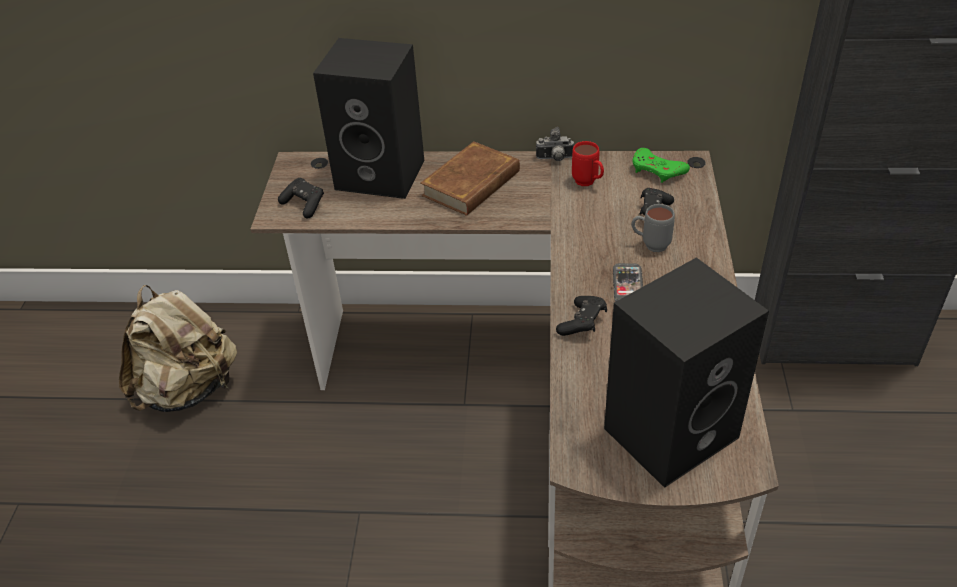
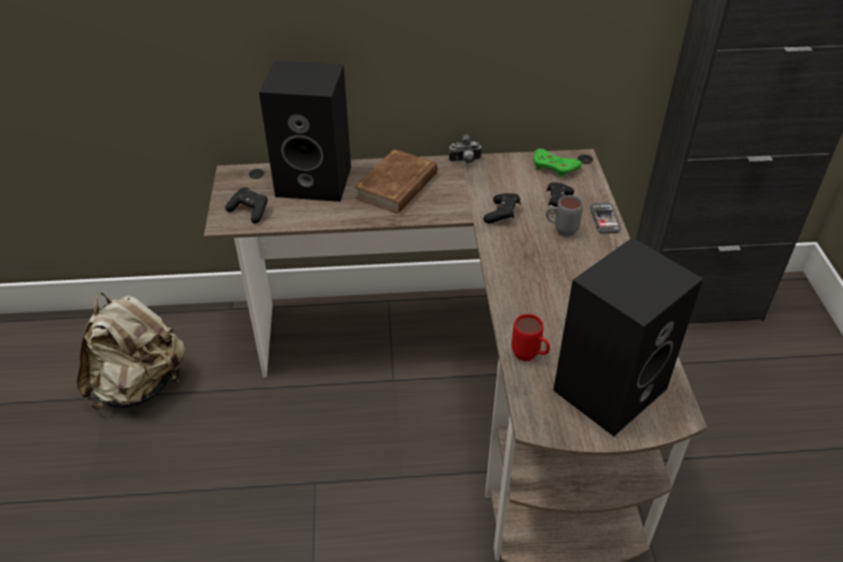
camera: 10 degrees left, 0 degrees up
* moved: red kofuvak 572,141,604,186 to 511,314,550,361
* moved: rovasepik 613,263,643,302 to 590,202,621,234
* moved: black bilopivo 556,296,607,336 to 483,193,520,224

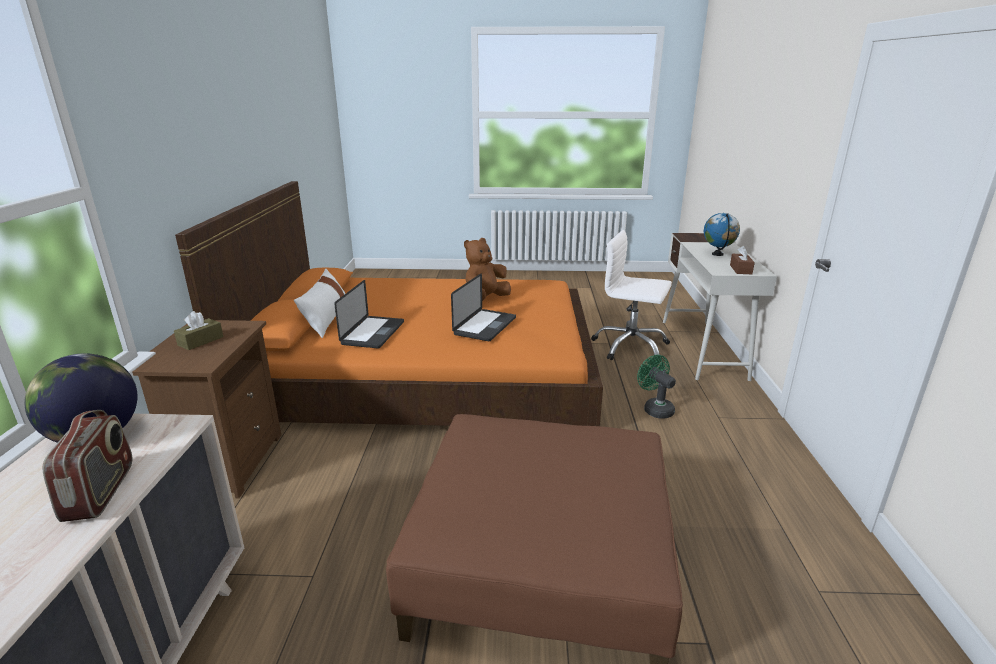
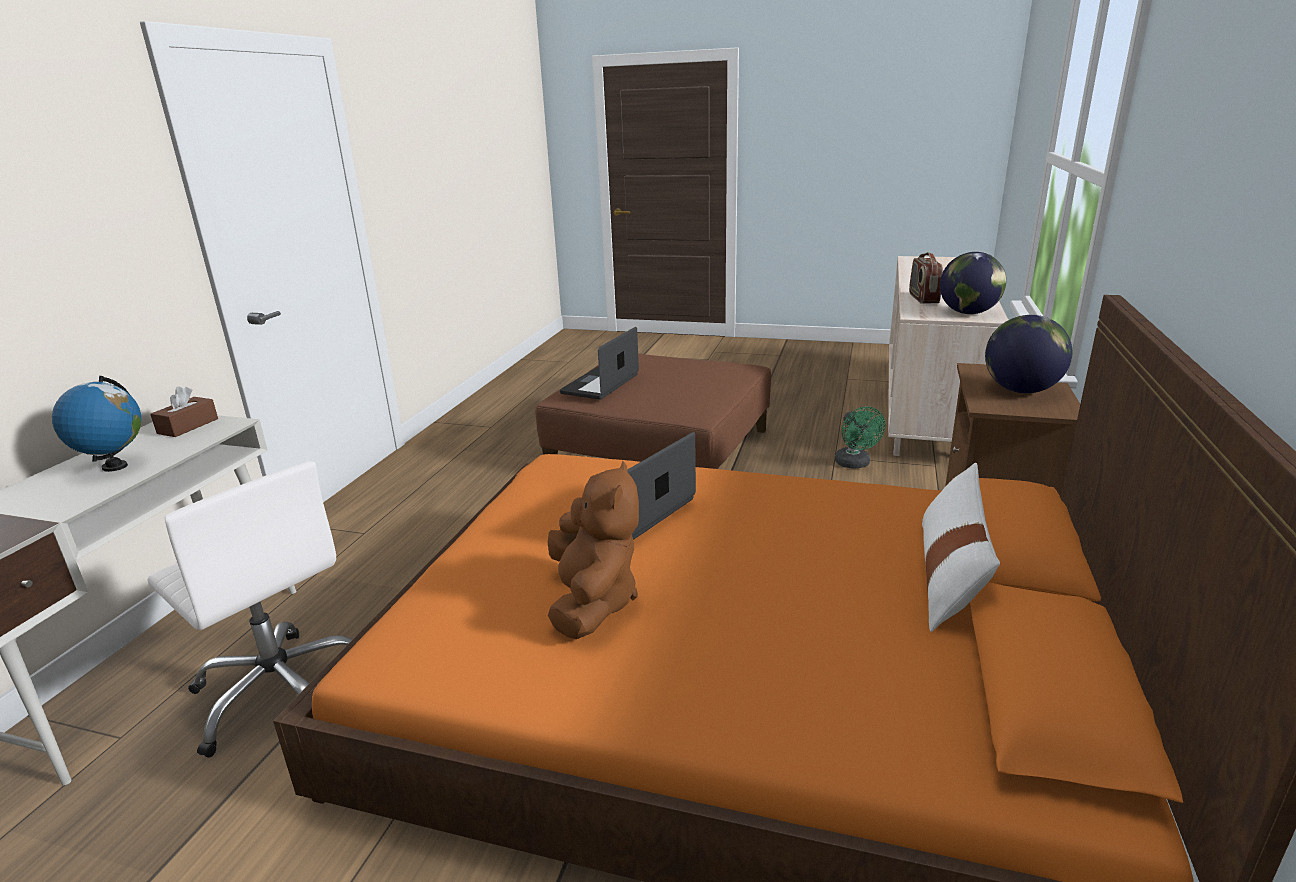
camera: 165 degrees left, 0 degrees up
* turned: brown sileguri 464,238,511,301 = 548,460,639,639 60 degrees counterclockwise
* moved: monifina 334,280,404,348 to 560,327,639,400
* replaced: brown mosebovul 174,311,223,350 to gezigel 985,315,1072,393
* moved: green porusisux 637,355,676,419 to 835,407,885,469

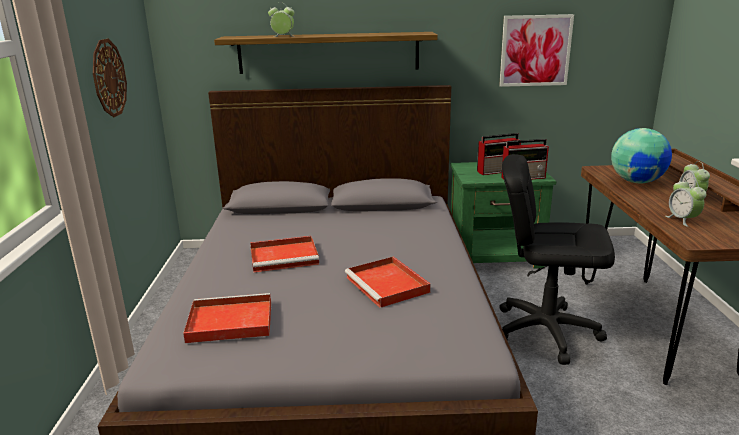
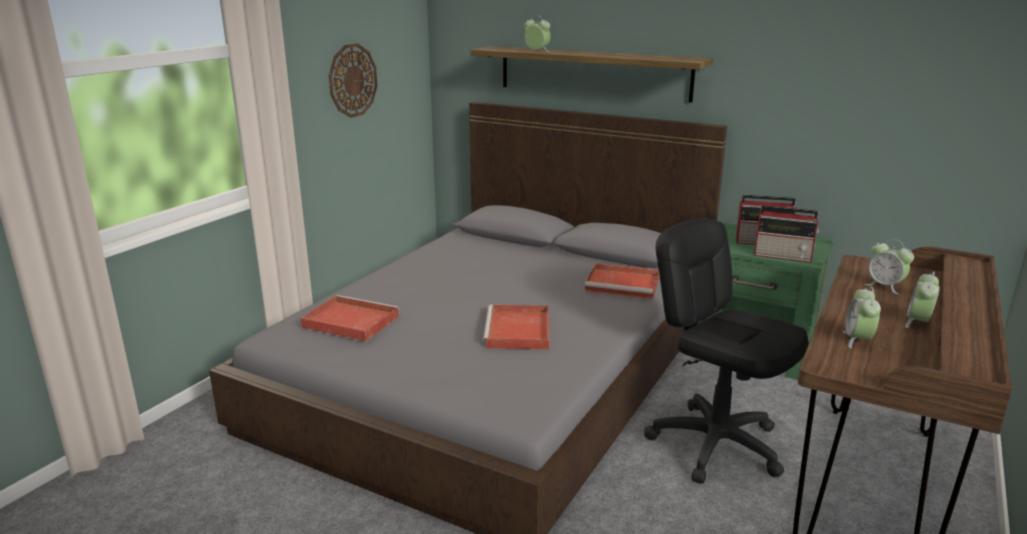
camera: 30 degrees right, 0 degrees up
* removed: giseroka 499,14,574,87
* replaced: gezigel 611,128,672,183 to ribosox 864,239,914,294
* moved: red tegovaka 250,236,319,273 to 585,263,659,299

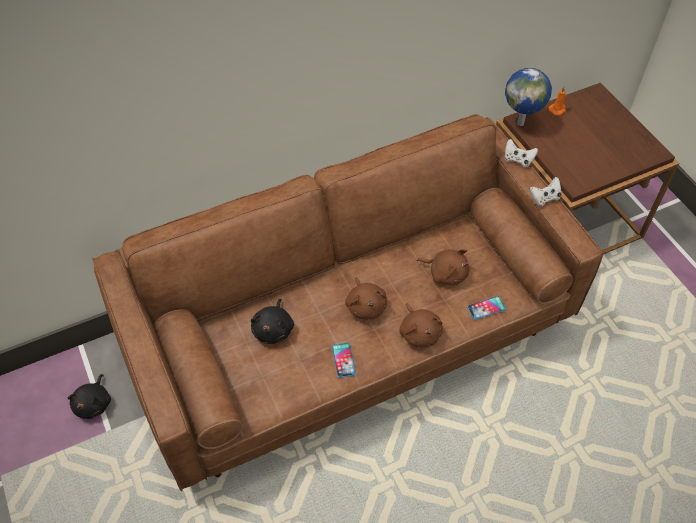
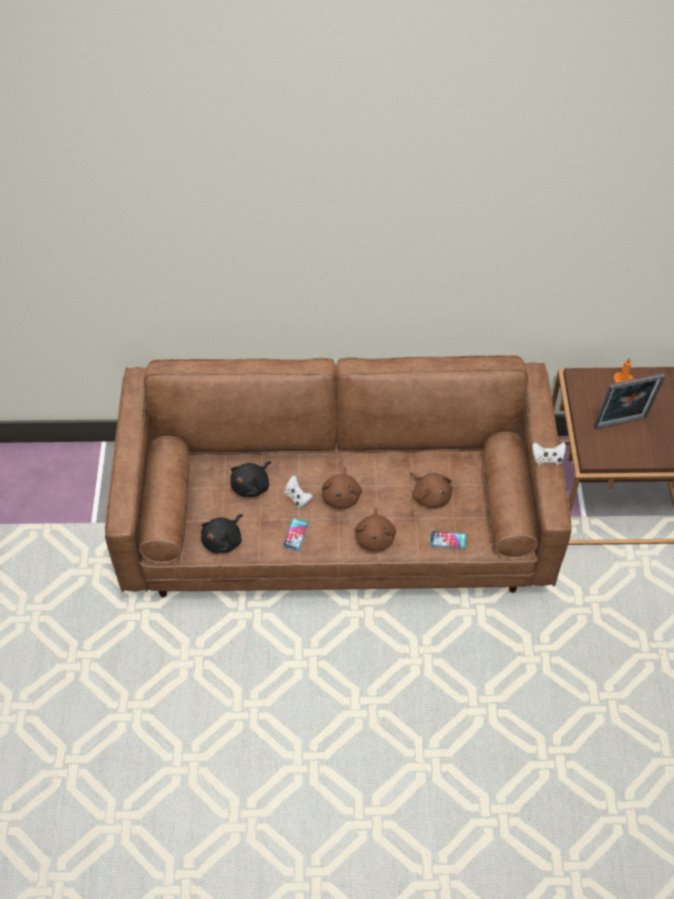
camera: 25 degrees right, 0 degrees up
* removed: gezigel 505,68,552,126
* moved: white bilopivo 505,139,538,167 to 284,475,314,509
* moved: black sileguri 68,374,111,419 to 201,514,243,553
* added: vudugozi 593,373,665,430

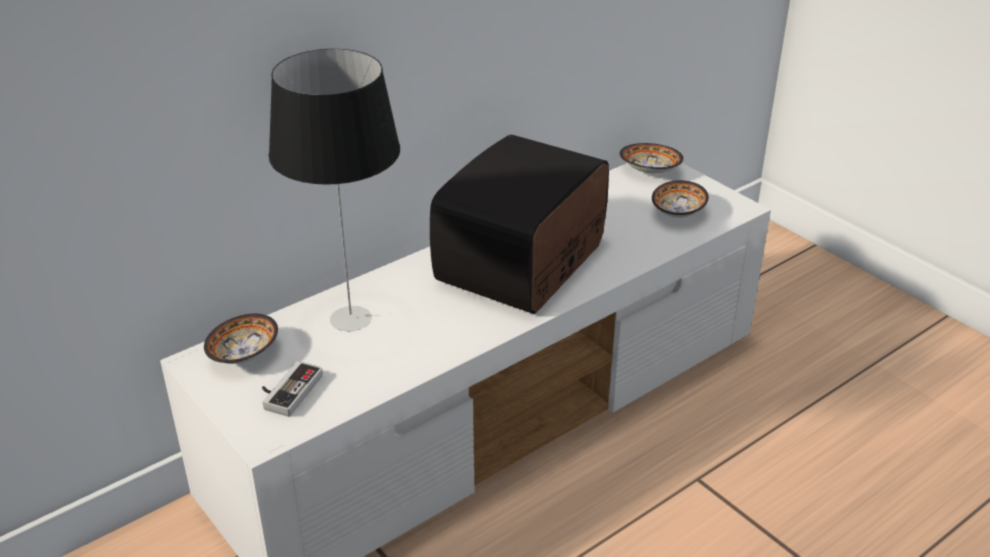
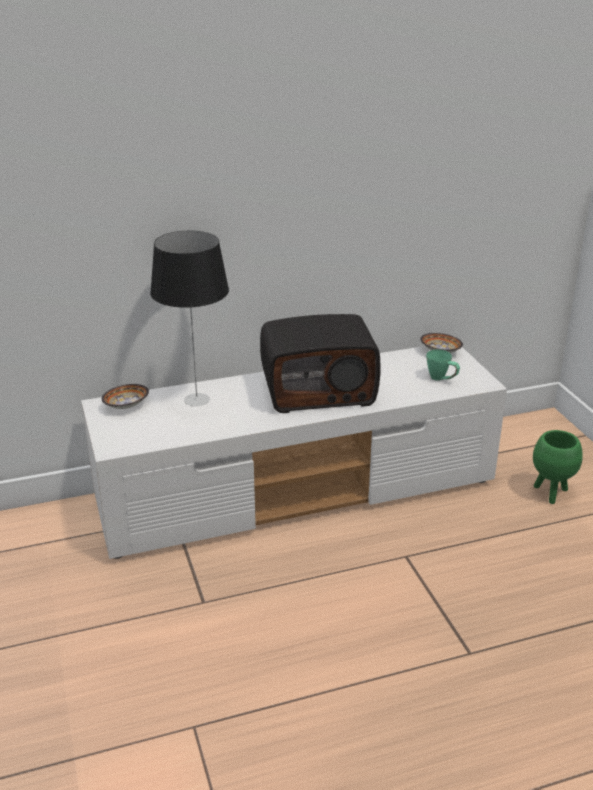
camera: 20 degrees right, 5 degrees down
* turned: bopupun 430,135,609,314 = 260,314,380,413 150 degrees counterclockwise
* replaced: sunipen 652,180,709,218 to green kofuvak 426,349,460,381
* removed: bilopivo 262,361,323,417
* added: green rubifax 533,430,583,504

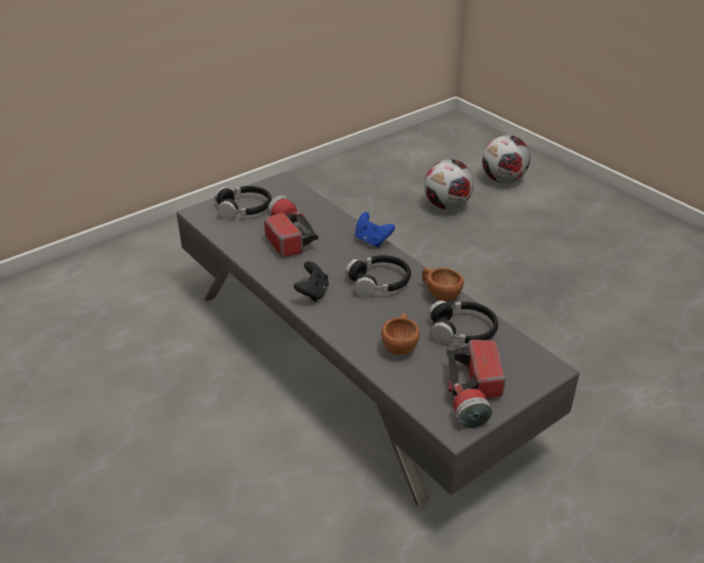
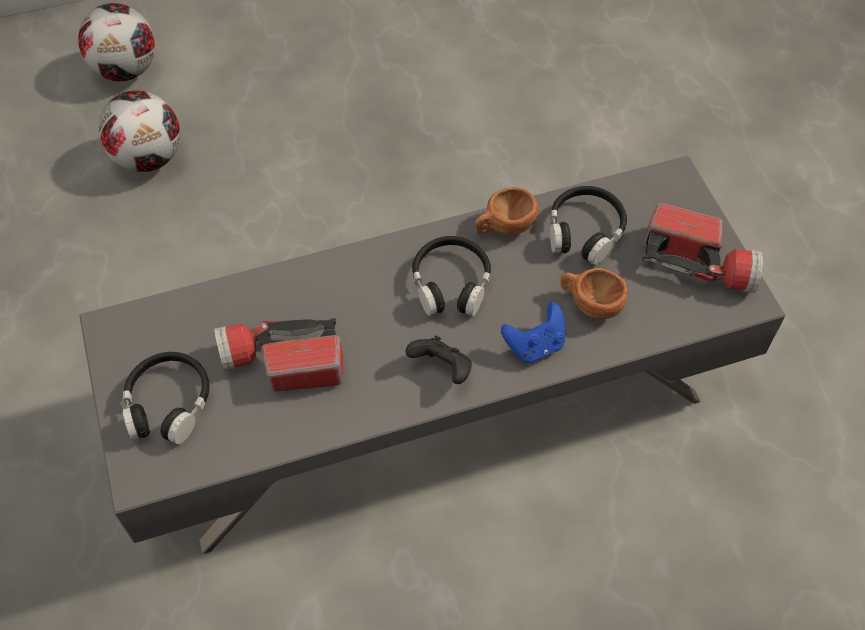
camera: 70 degrees left, 20 degrees up
* moved: blue bilopivo 355,212,395,248 to 501,302,565,363

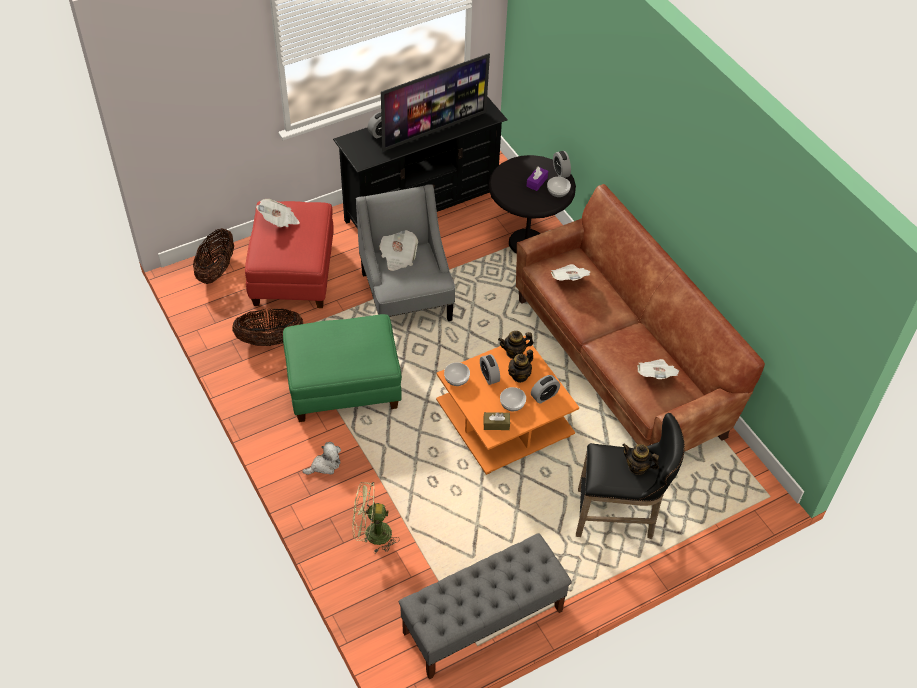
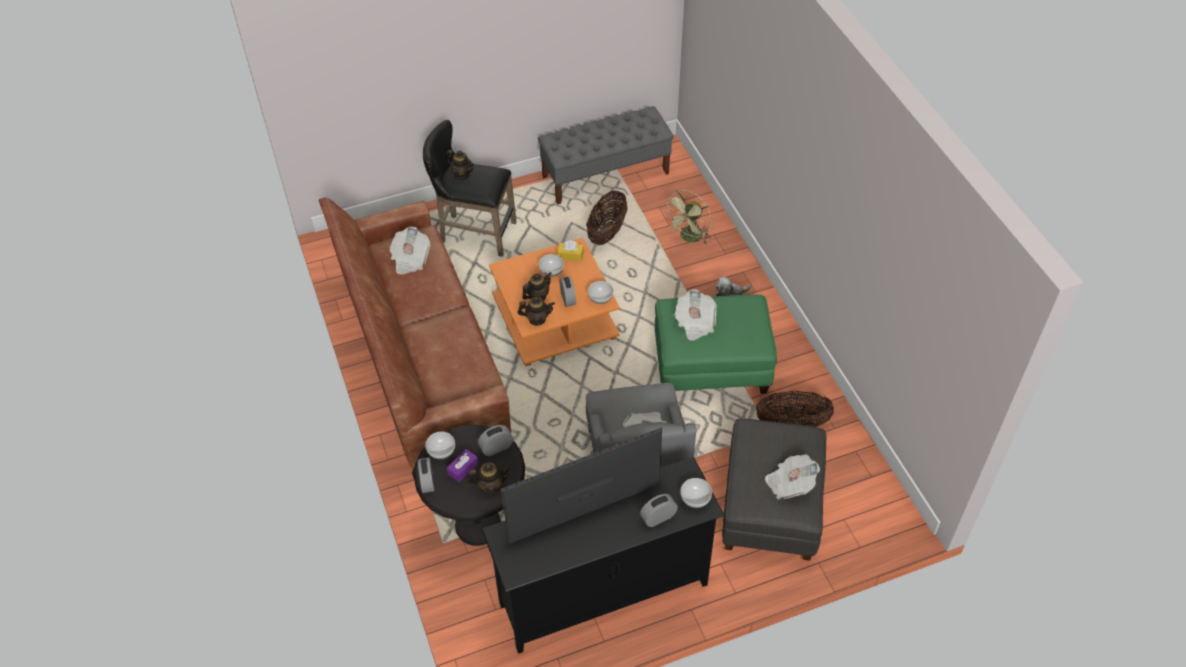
camera: 170 degrees left, 0 degrees up
* recoloured: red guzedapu 245,201,334,308 to grey guzedapu 722,418,826,561
* moved: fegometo 193,228,234,284 to 586,190,628,245
* moved: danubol 551,264,590,281 to 674,289,717,341
* moved: ribosox 531,375,560,404 to 478,425,513,456
* recoloured: brown mosebovul 483,412,510,430 to yellow mosebovul 558,241,584,261
* turned: green porusisux 353,482,400,553 = 664,190,711,245 120 degrees clockwise
* added: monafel 467,463,510,495
* added: sunipen 680,478,712,508

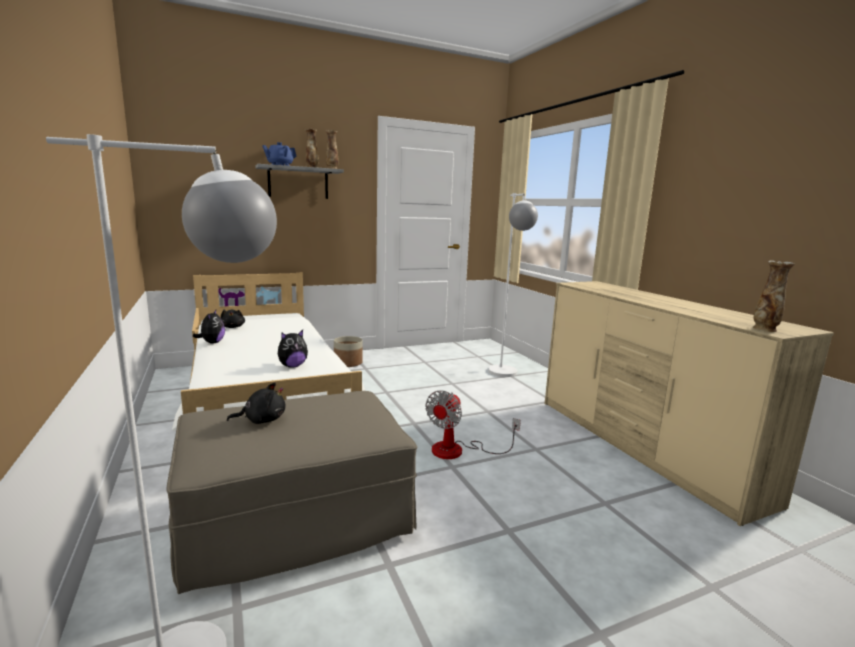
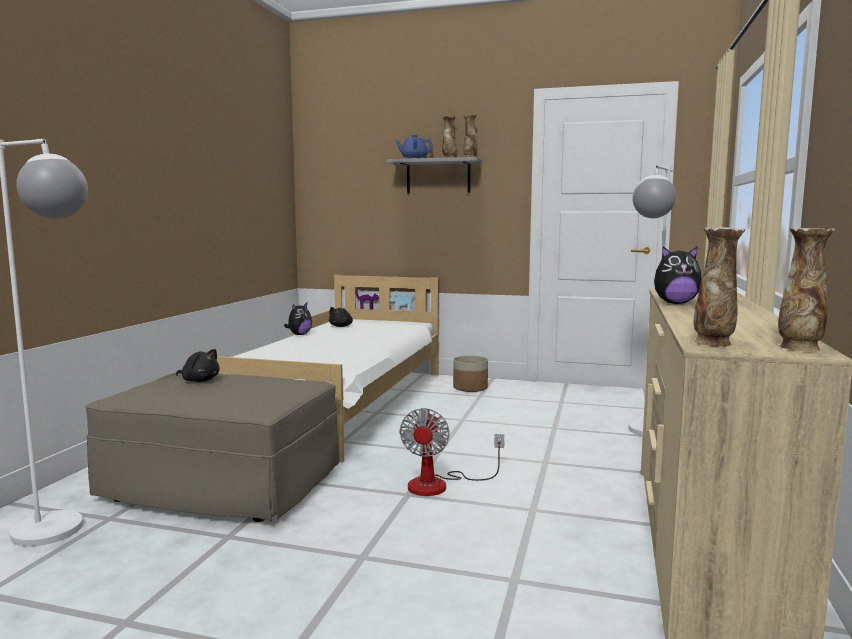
camera: 40 degrees right, 5 degrees down
* moved: sileguri 278,330,308,368 to 654,246,702,304
* turned: porusisux 426,390,521,459 = 399,408,504,496 60 degrees counterclockwise
* added: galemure 778,228,835,351

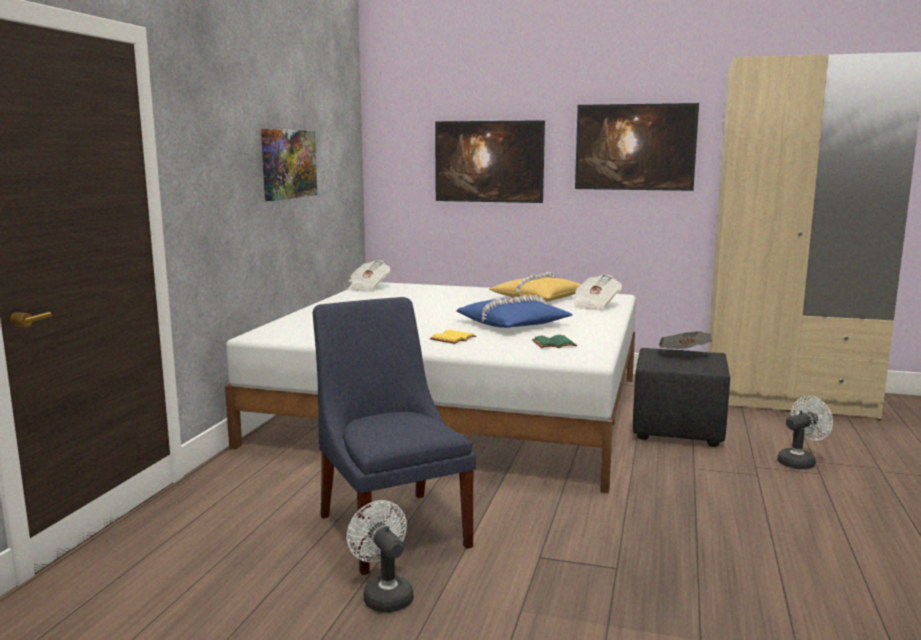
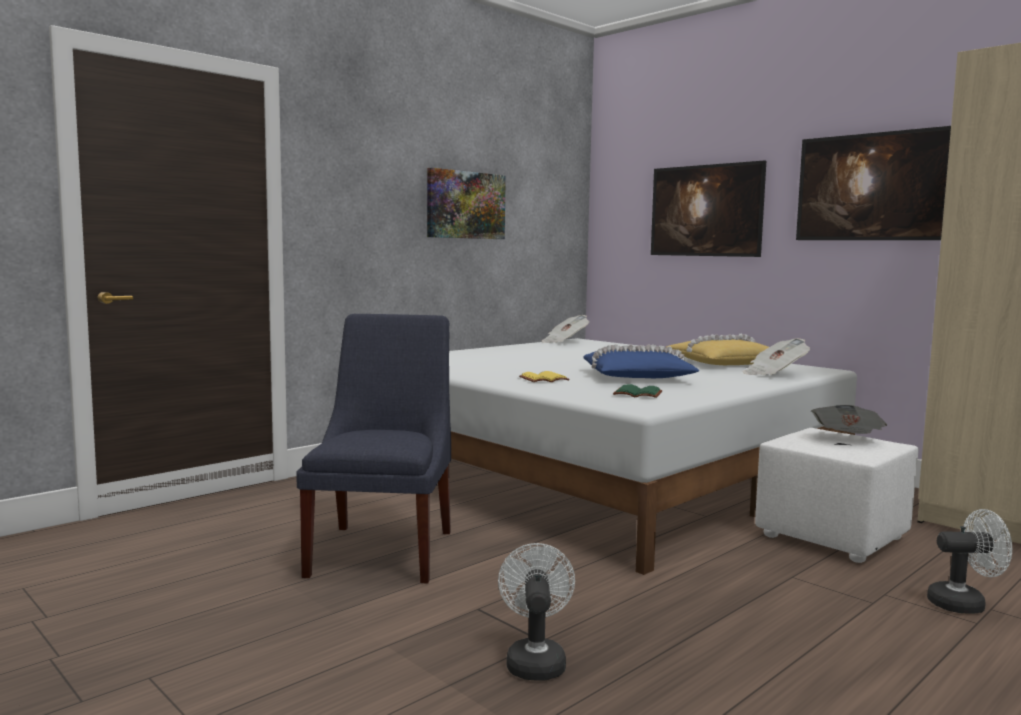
camera: 30 degrees right, 5 degrees down
* recoloured: black guzedapu 633,348,730,447 to white guzedapu 755,428,918,563
* moved: white porusisux 346,500,413,612 to 498,543,575,681

